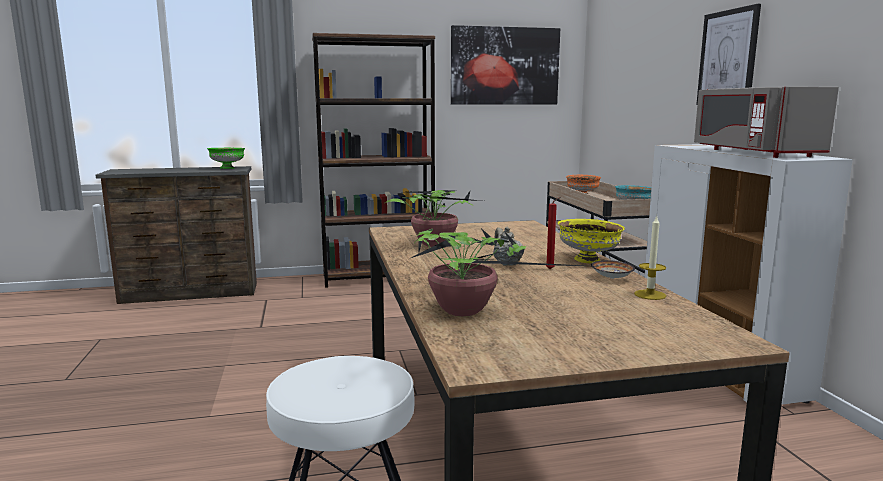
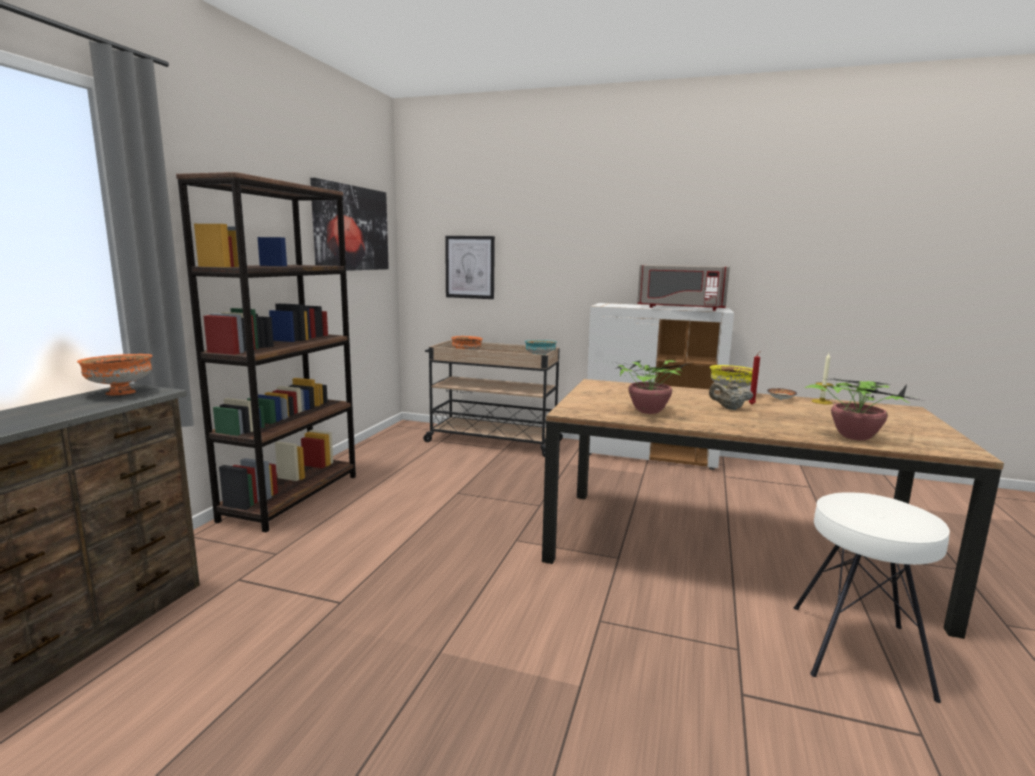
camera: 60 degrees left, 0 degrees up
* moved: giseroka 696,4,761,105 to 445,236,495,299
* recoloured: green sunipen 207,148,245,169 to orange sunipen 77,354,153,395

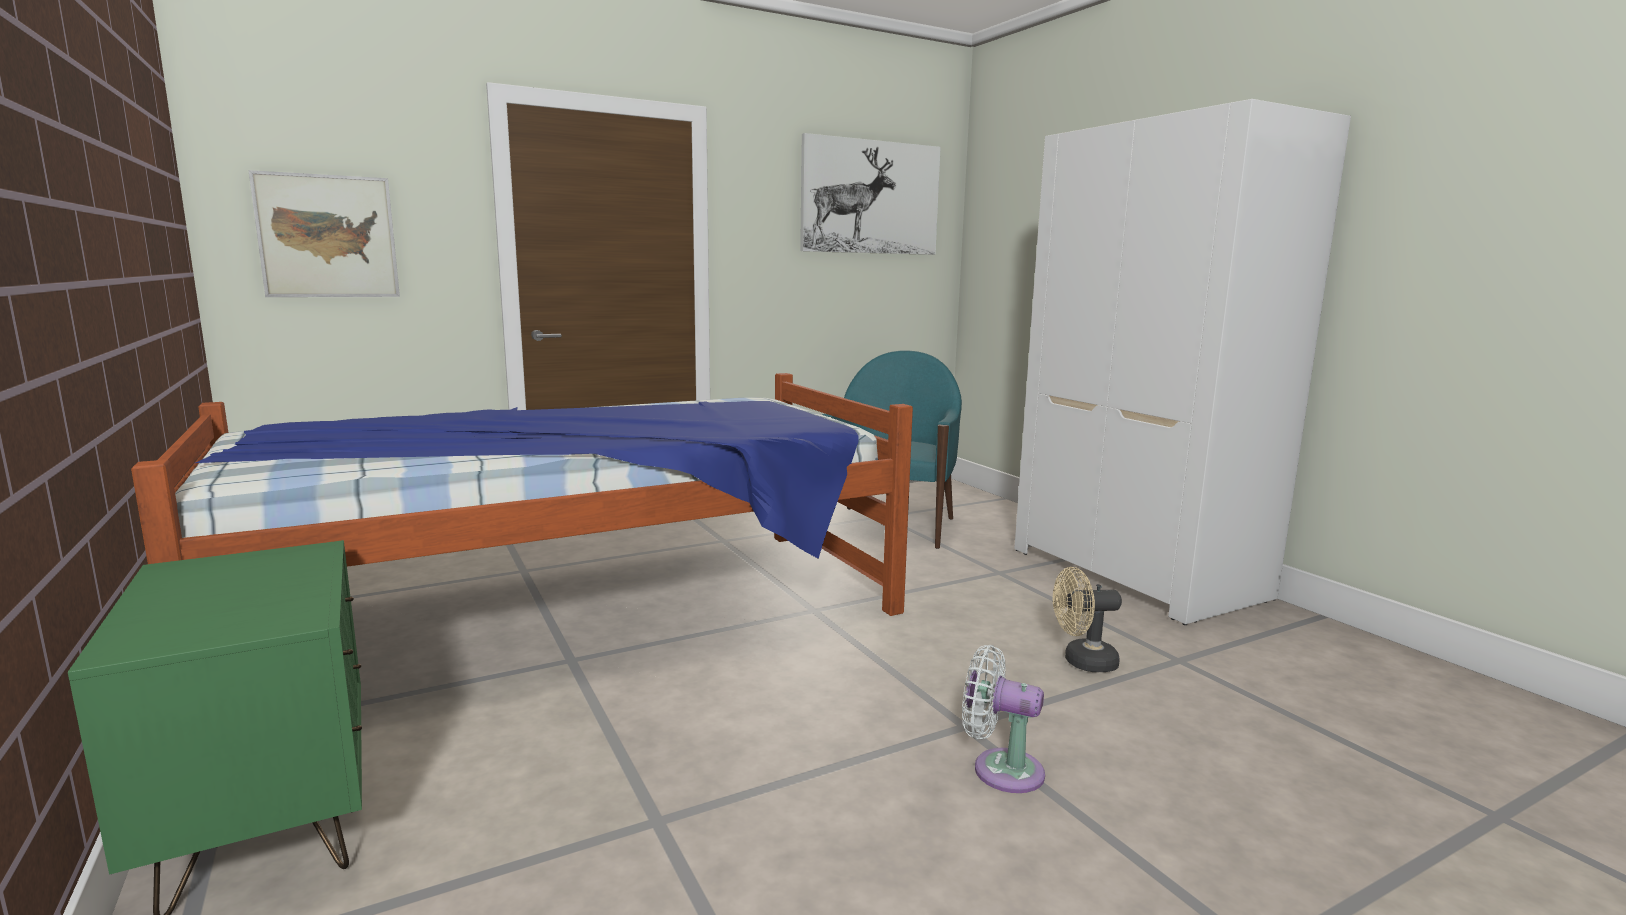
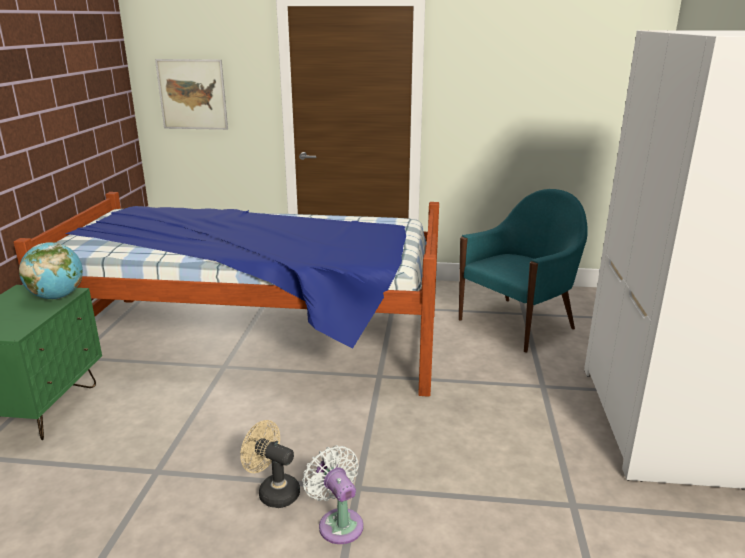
camera: 35 degrees right, 10 degrees up
* removed: giseroka 800,133,941,255
* moved: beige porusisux 1053,567,1122,672 to 240,420,300,508
* added: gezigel 19,242,83,299

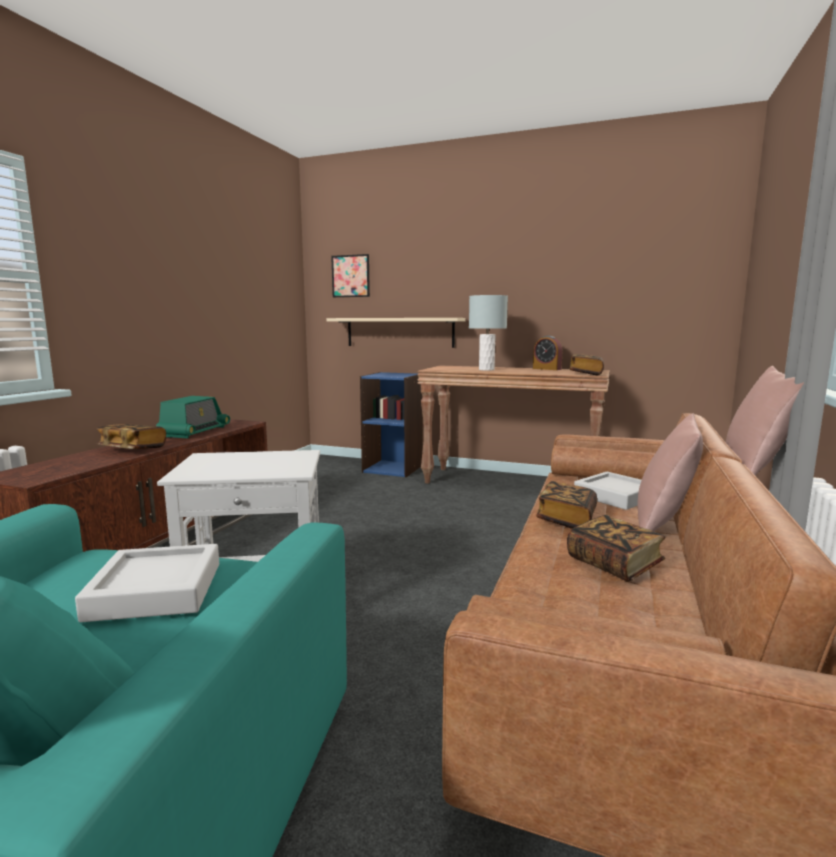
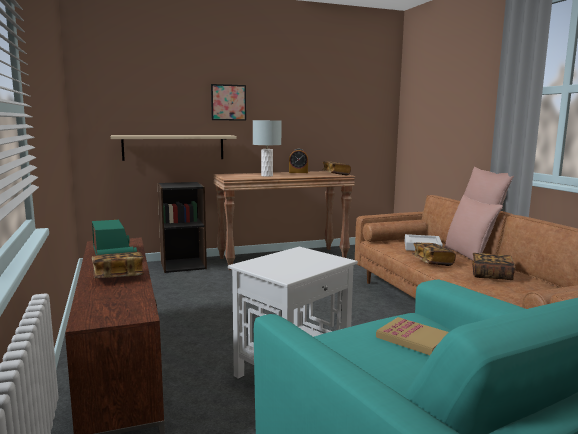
camera: 40 degrees left, 0 degrees up
* moved: giseroka 331,254,370,297 to 211,84,246,121
* recoloured: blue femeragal 360,372,423,477 to black femeragal 157,182,207,273
* replaced: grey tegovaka 75,544,219,622 to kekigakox 376,317,449,355

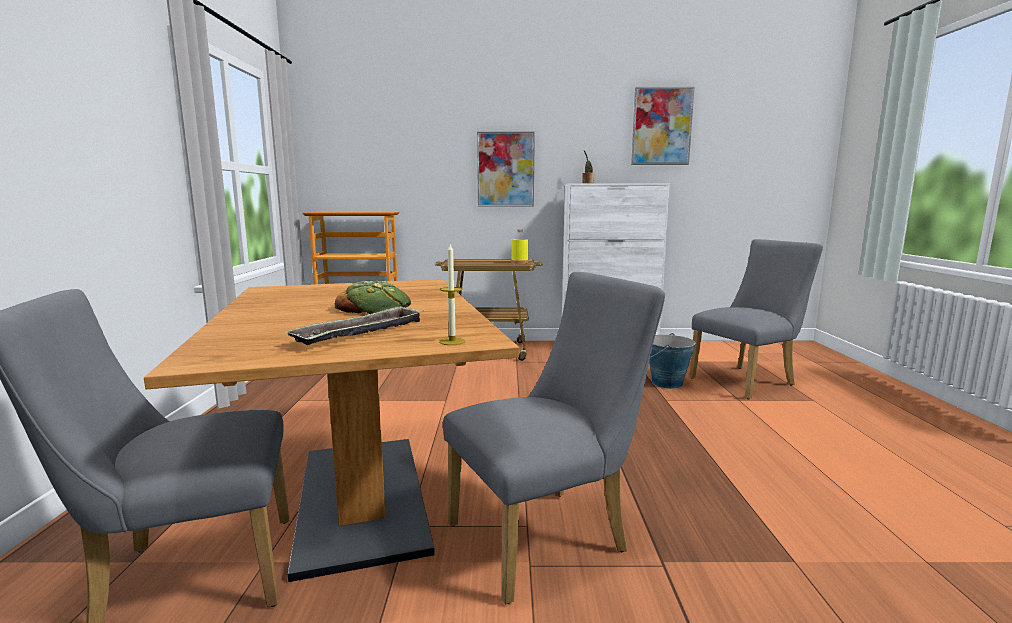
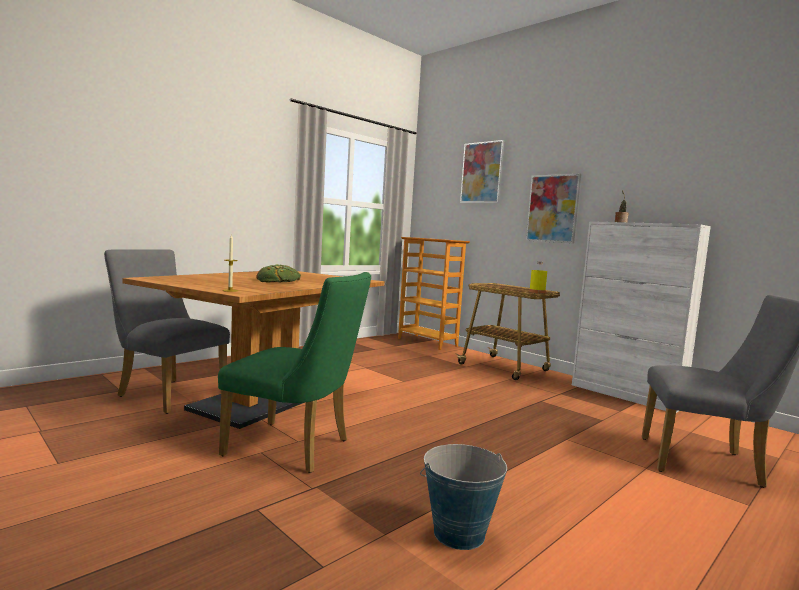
camera: 45 degrees right, 5 degrees down
* moved: giseroka 631,87,694,165 to 460,140,504,203
* recoloured: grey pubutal 443,272,665,604 to green pubutal 218,272,371,473
* removed: tegovaka 285,305,423,345
* moved: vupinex 649,333,695,389 to 420,444,507,550

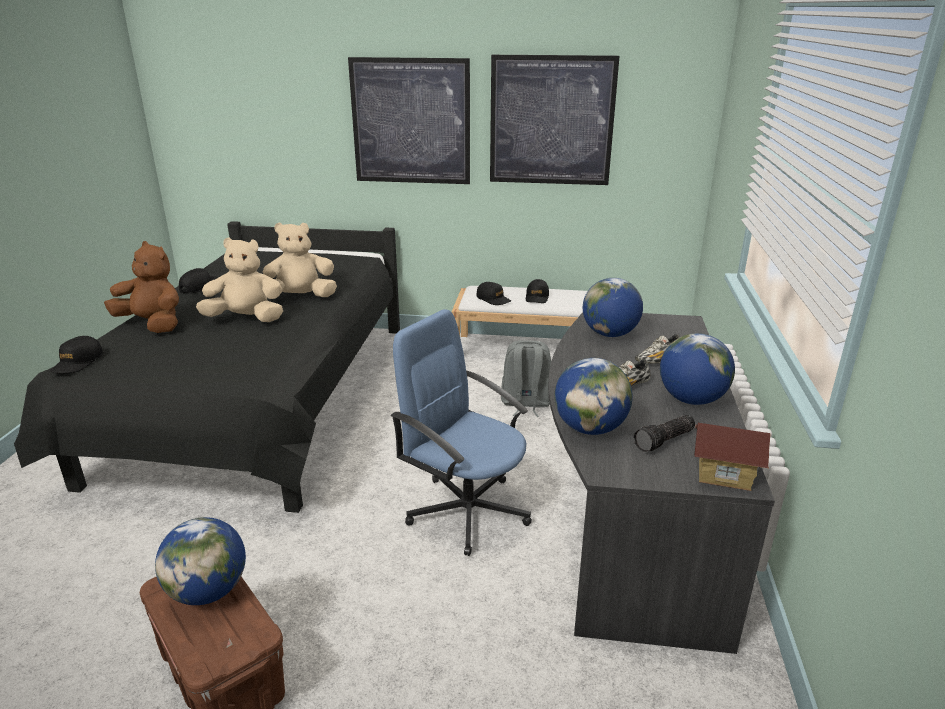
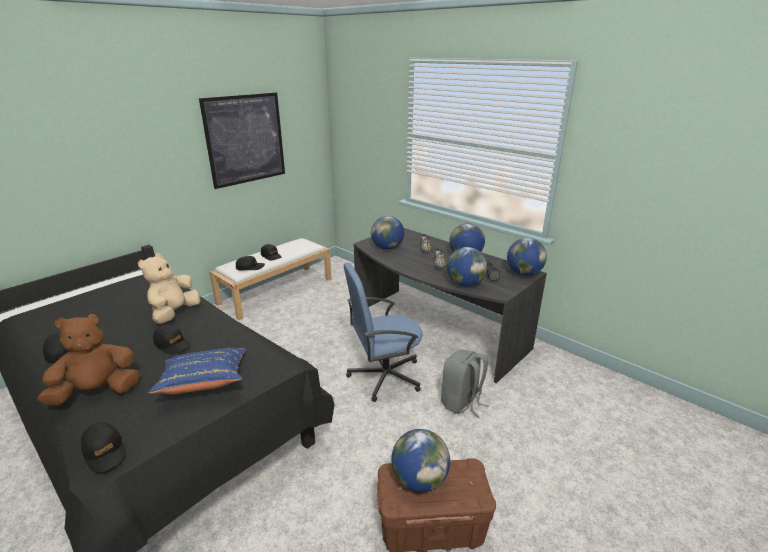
camera: 55 degrees left, 0 degrees up
* removed: giseroka 348,57,470,184
* replaced: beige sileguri 196,238,283,322 to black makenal 153,325,190,354
* moved: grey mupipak 501,340,551,417 to 441,349,489,418
* replaced: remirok 694,423,770,491 to gezigel 507,238,547,276
* added: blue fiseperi 148,348,246,394

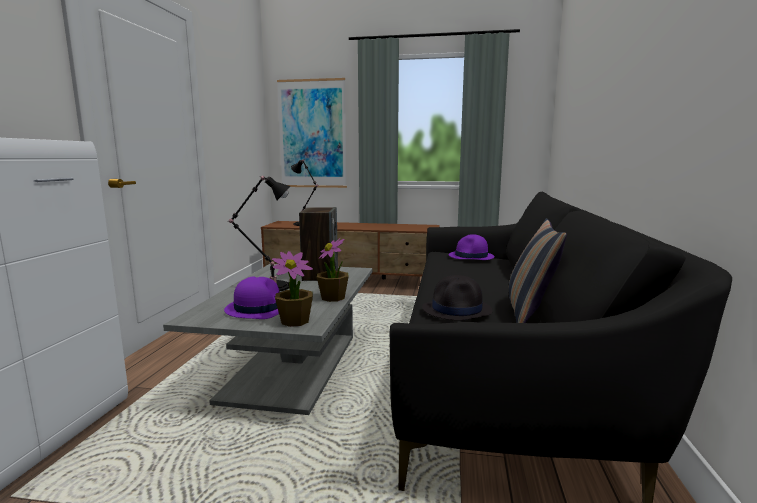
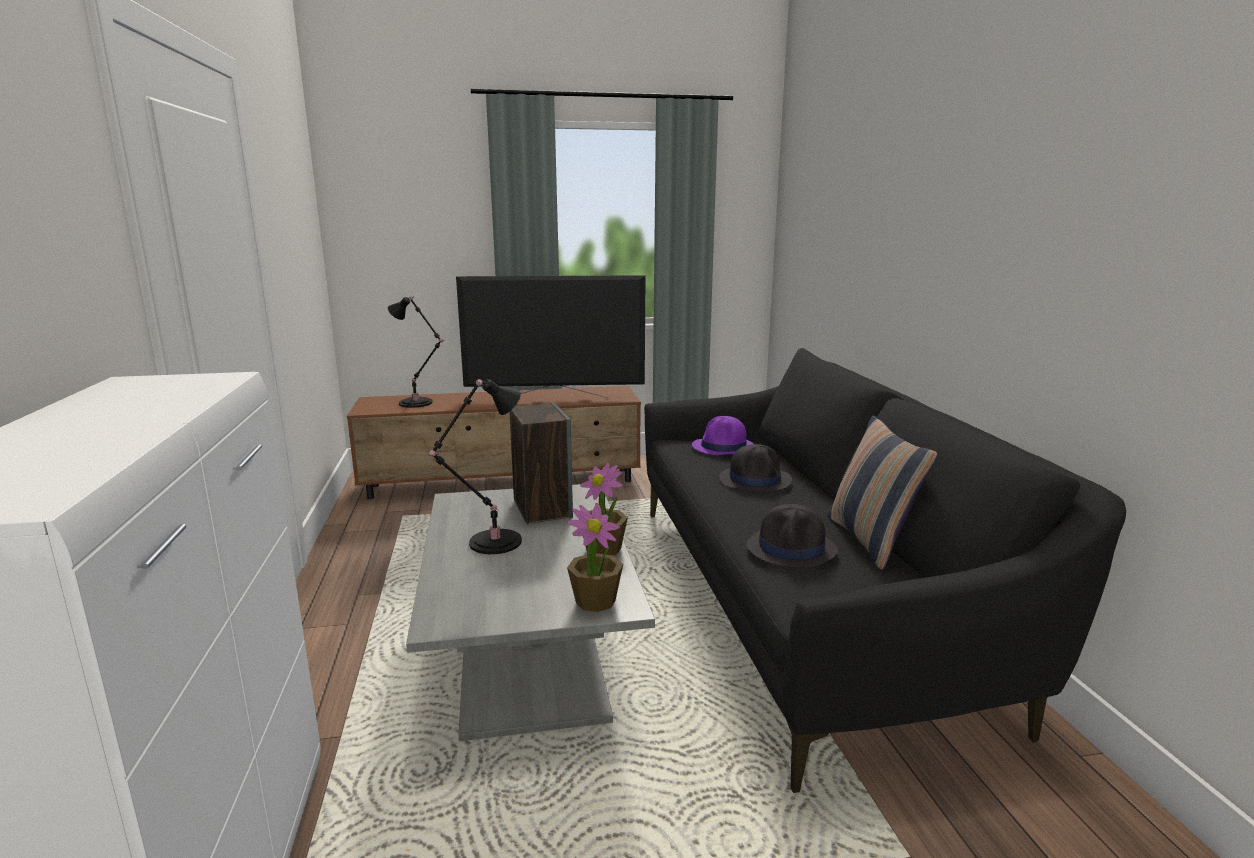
camera: 20 degrees left, 5 degrees up
* removed: giseroka 277,78,347,188
* removed: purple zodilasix 224,276,279,319
* added: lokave 456,275,646,399
* added: black zodilasix 719,444,792,492

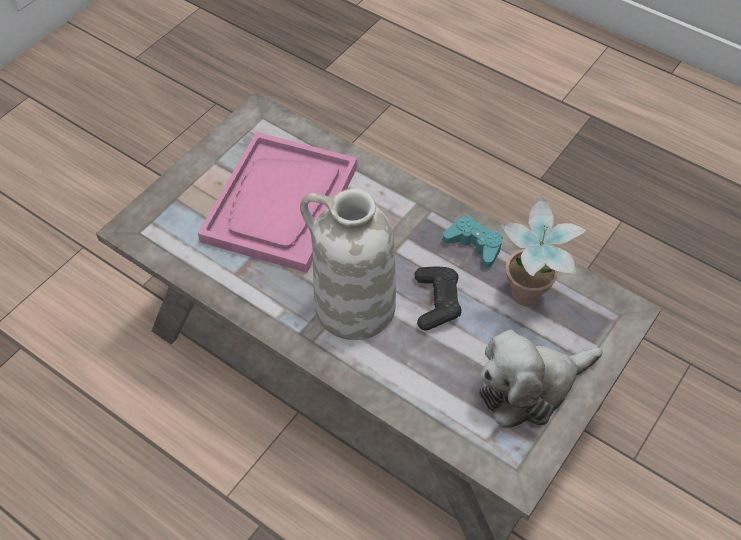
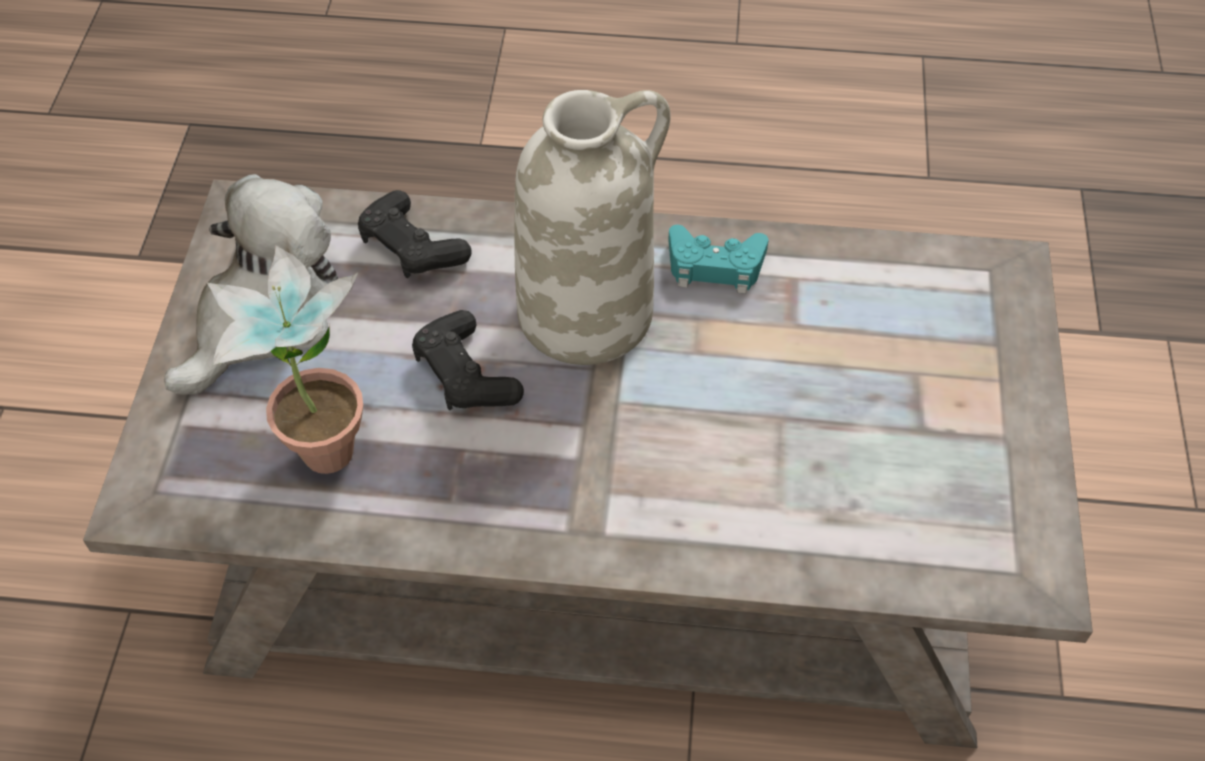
camera: 150 degrees right, 0 degrees up
* removed: pink tegovaka 198,132,357,273
* moved: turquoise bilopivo 443,215,503,267 to 668,225,769,294
* added: black bilopivo 358,190,471,278

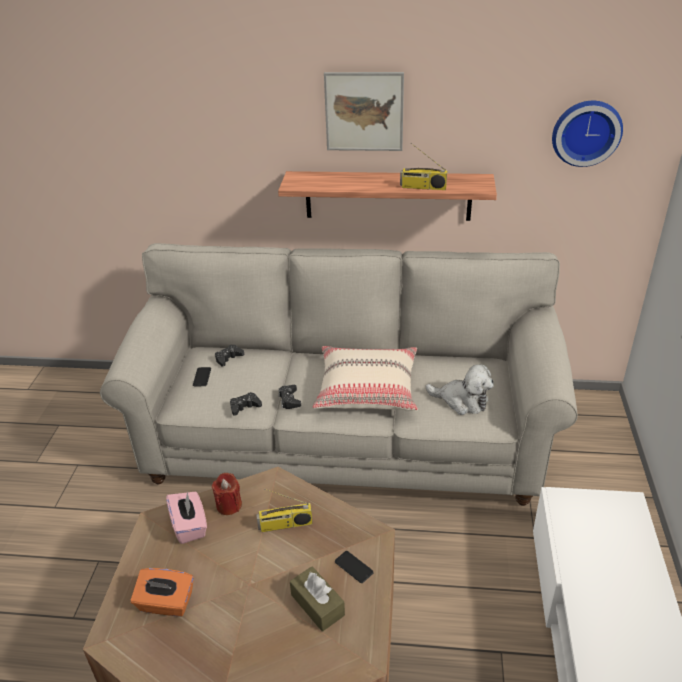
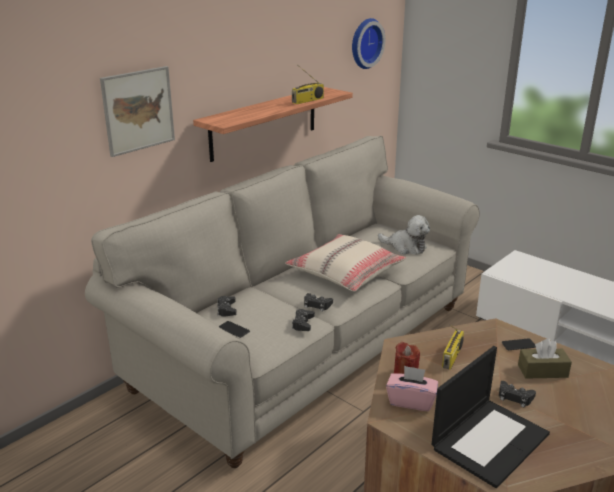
camera: 55 degrees left, 10 degrees down
* moved: giseroka 324,72,404,151 to 100,66,175,157
* turned: sileguri 425,364,494,415 = 378,215,430,255 60 degrees clockwise
* replaced: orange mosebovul 131,568,194,617 to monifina 431,346,550,488
* added: black bilopivo 499,381,536,407

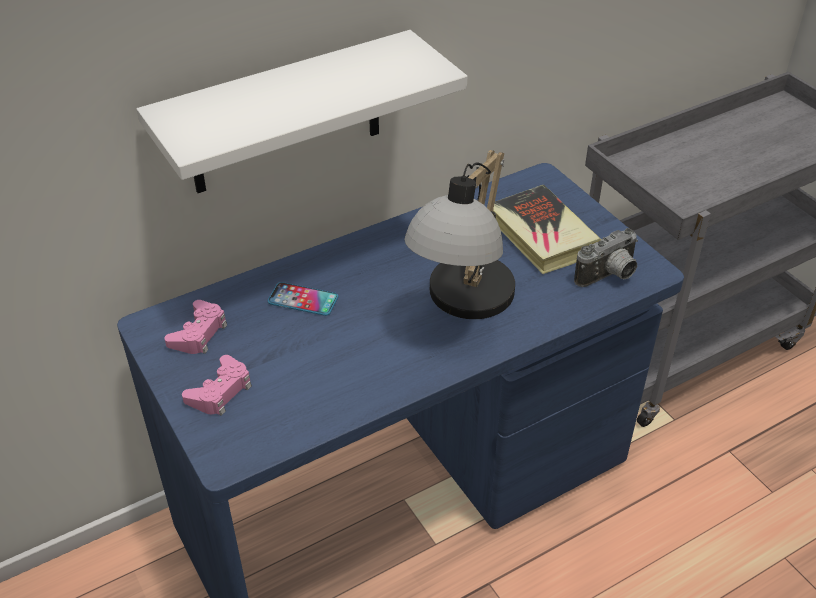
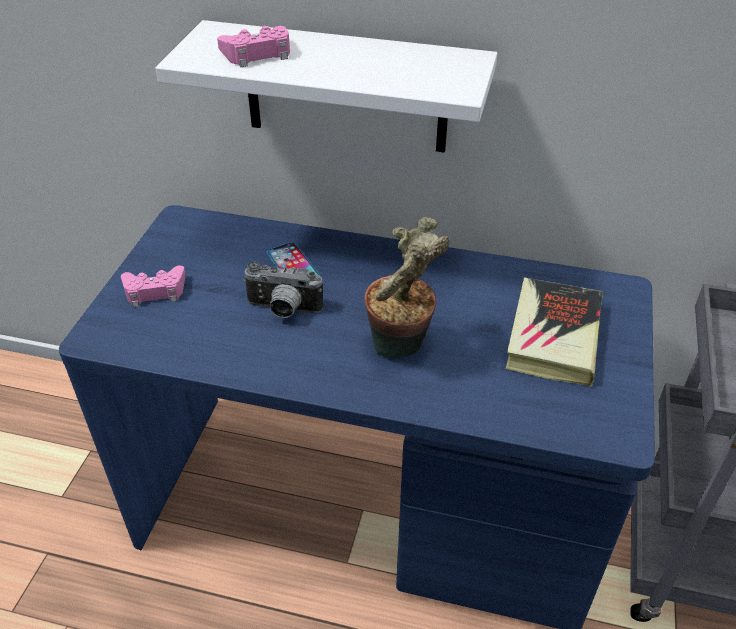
camera: 45 degrees right, 0 degrees up
* replaced: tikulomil 404,150,515,319 to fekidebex 365,217,450,358
* moved: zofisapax 574,228,638,287 to 243,262,323,318
* moved: pink bilopivo 164,300,227,354 to 217,26,290,67

